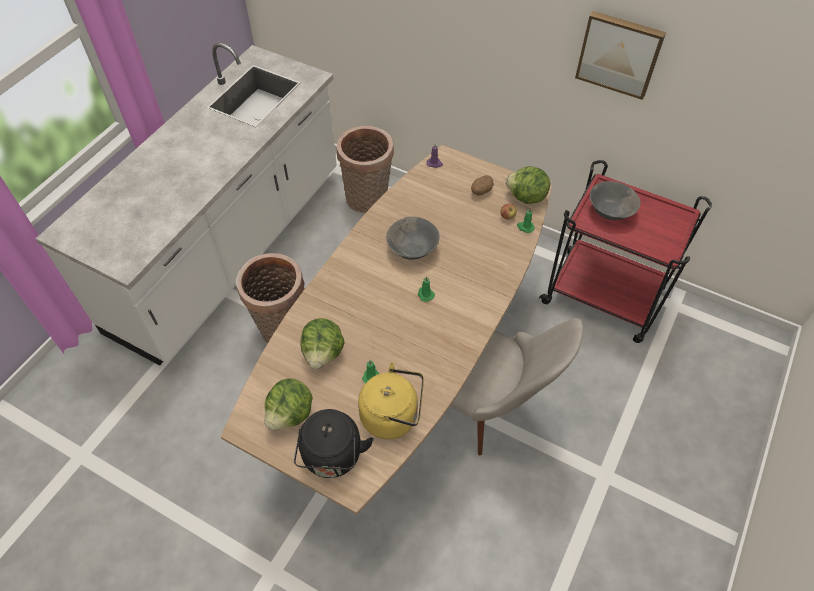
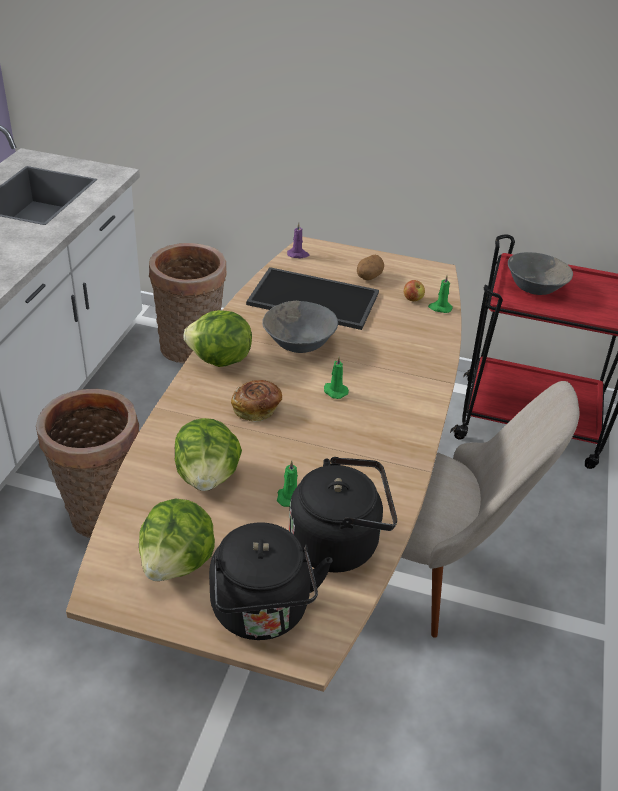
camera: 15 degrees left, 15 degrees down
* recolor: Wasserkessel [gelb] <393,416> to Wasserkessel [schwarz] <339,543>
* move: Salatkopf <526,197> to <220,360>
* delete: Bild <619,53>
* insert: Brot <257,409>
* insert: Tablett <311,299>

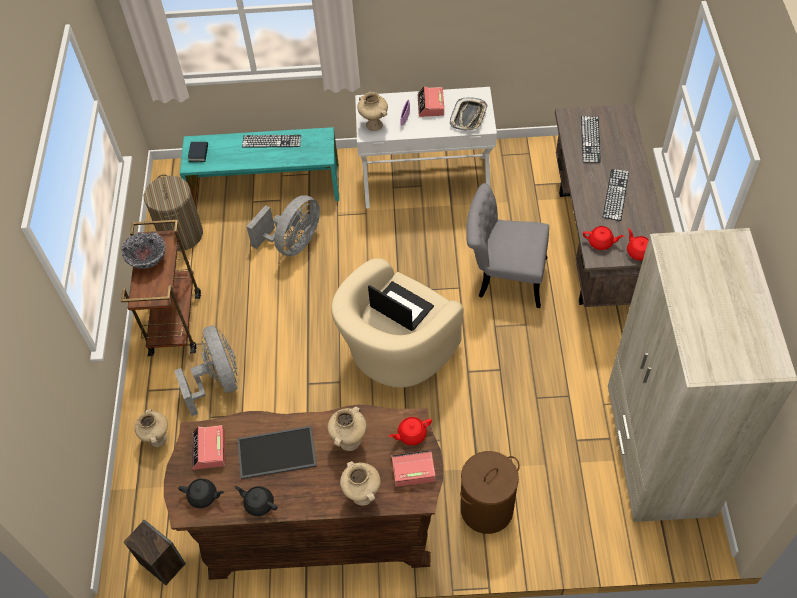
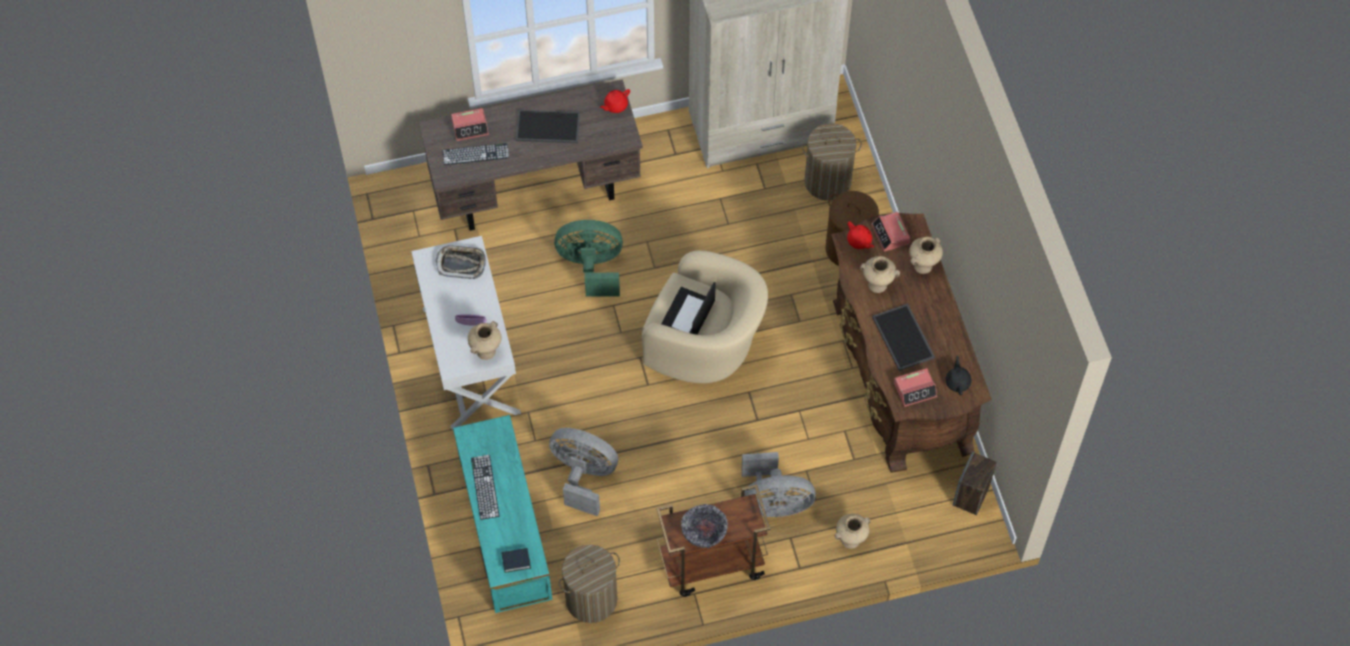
camera: 105 degrees left, 5 degrees up
* rotate: Ventilator [grau] <218,381> = <774,503> 150 degrees counterclockwise
* delete: Teekanne [schwarz] <259,503>
* move: Wecker <431,105> to <470,127>
* replace: Stuhl [grau] <504,277> to Ventilator [grün] <592,267>
* delete: Teekanne [rot] <601,243>
* replace: Tastatur <615,194> to Tablett <547,127>
* insert: Wäschekorb <827,181>

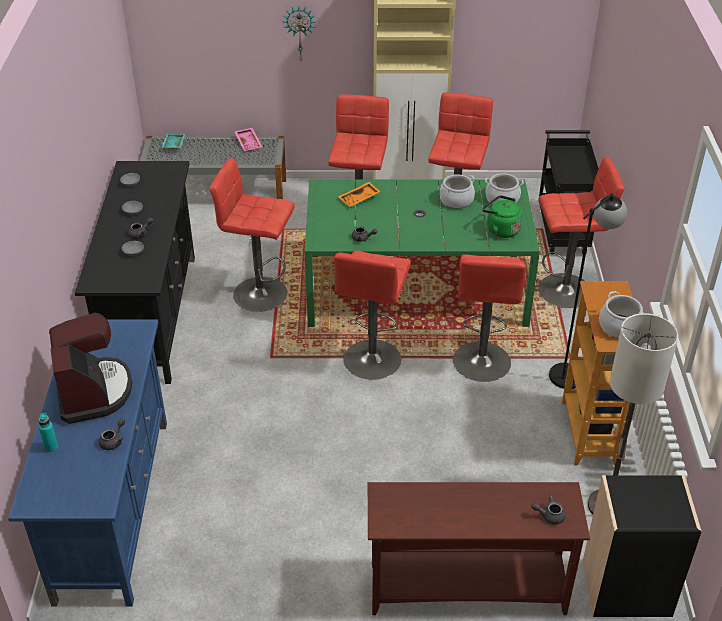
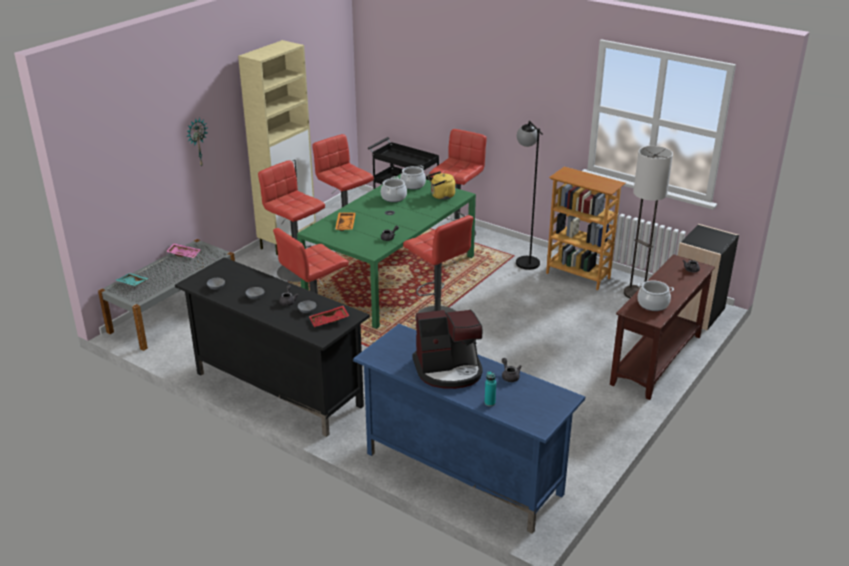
camera: 55 degrees left, 10 degrees down
* rotate: Kaffeemaschine <93,392> = <449,370> 150 degrees clockwise
* delete: Hocker [rot] <481,362>
* recolor: Wasserkessel [grün] <501,230> to Wasserkessel [gelb] <441,196>
* move: Kochtopf <619,327> to <652,304>
* insert: Tablett [rot] <329,321>

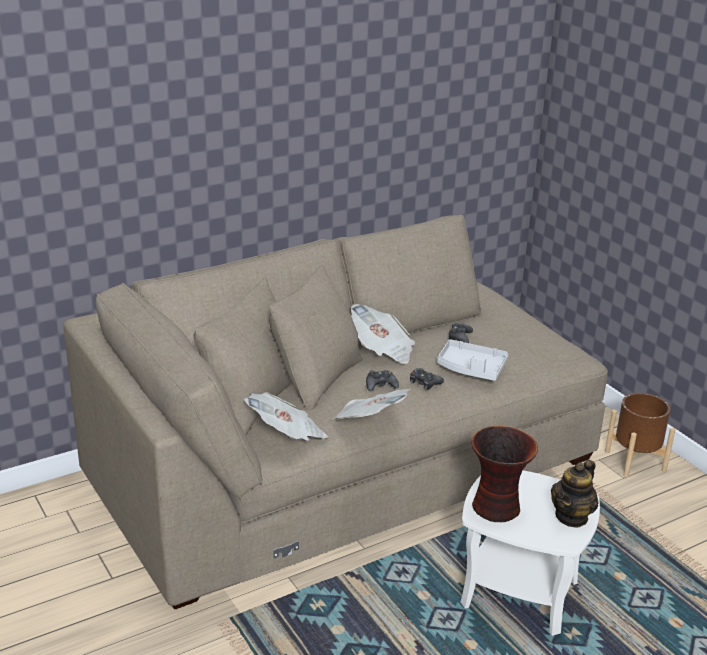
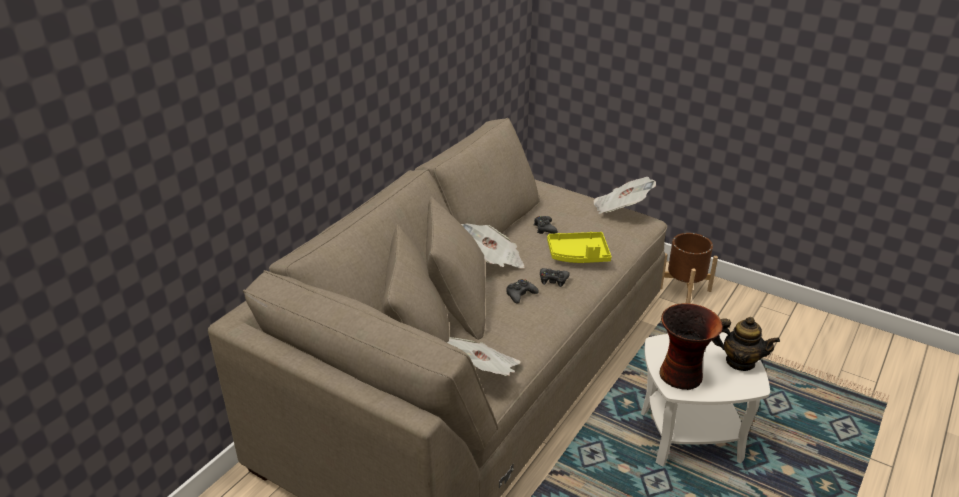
camera: 25 degrees left, 5 degrees up
* move: Zeitung <369,421> to <621,209>
* recolor: Tablett [grau] <471,368> to Tablett [gelb] <578,255>
* rotate: Teekanne <572,517> = <740,362> 75 degrees counterclockwise

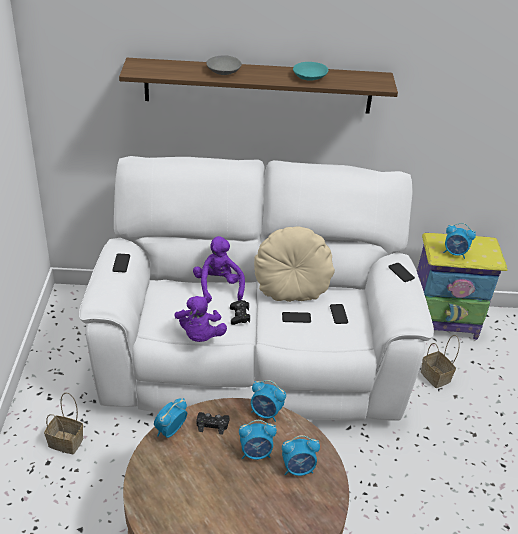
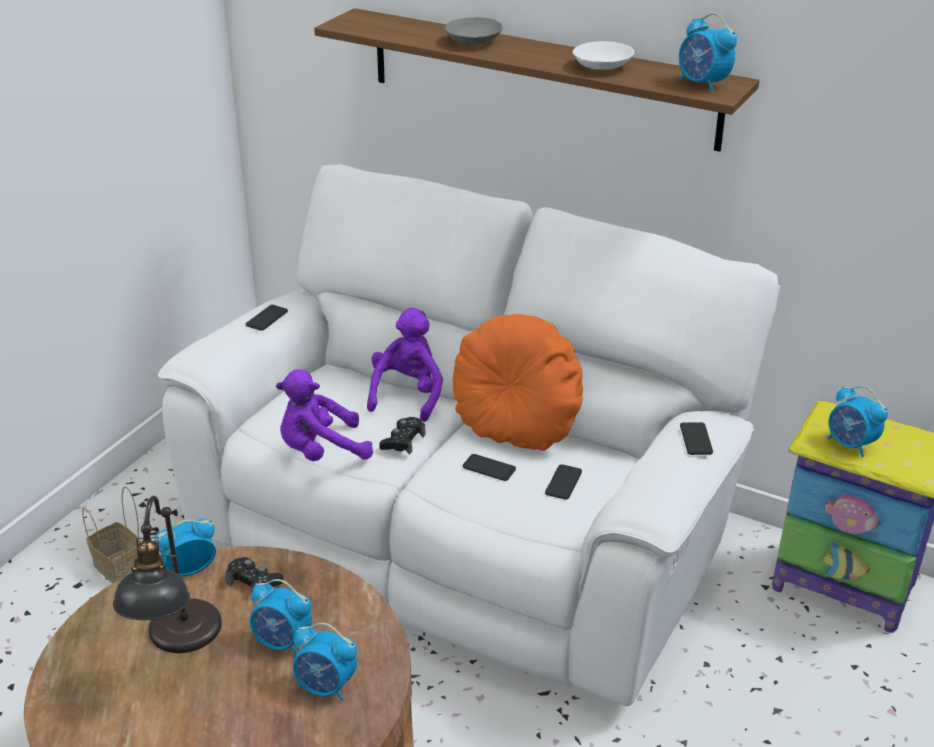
camera: 30 degrees right, 5 degrees down
* rotate: Plüschtier [lila] <200,336> = <321,451> 45 degrees clockwise
* move: Wecker <266,413> to <703,84>
* recolor: Kissen [beige] <291,292> to Kissen [orange] <516,432>
* recolor: Schüssel [türkis] <309,77> to Schüssel [weiß] <601,66>
* delete: Korb <436,377>
* insert: Tischlampe [grau] <178,650>

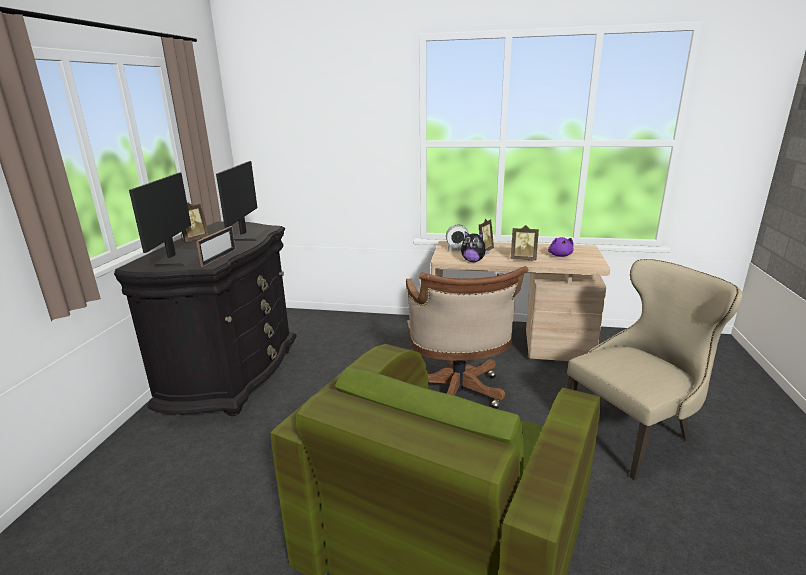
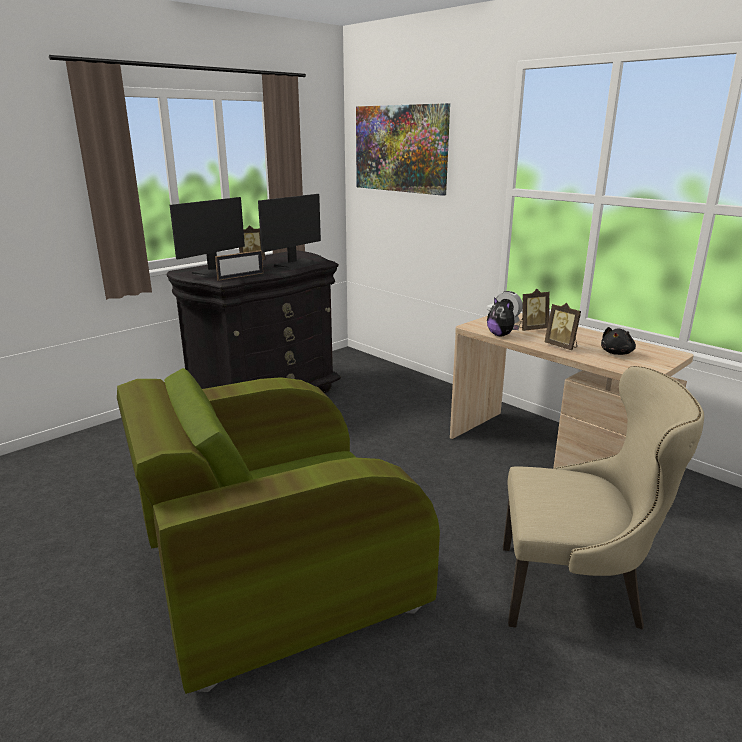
camera: 35 degrees right, 0 degrees up
* delete: Bürostuhl <459,393>
* recolor: Plüschtier [lila] <560,255> to Plüschtier [schwarz] <617,353>
* insert: Bild <400,149>

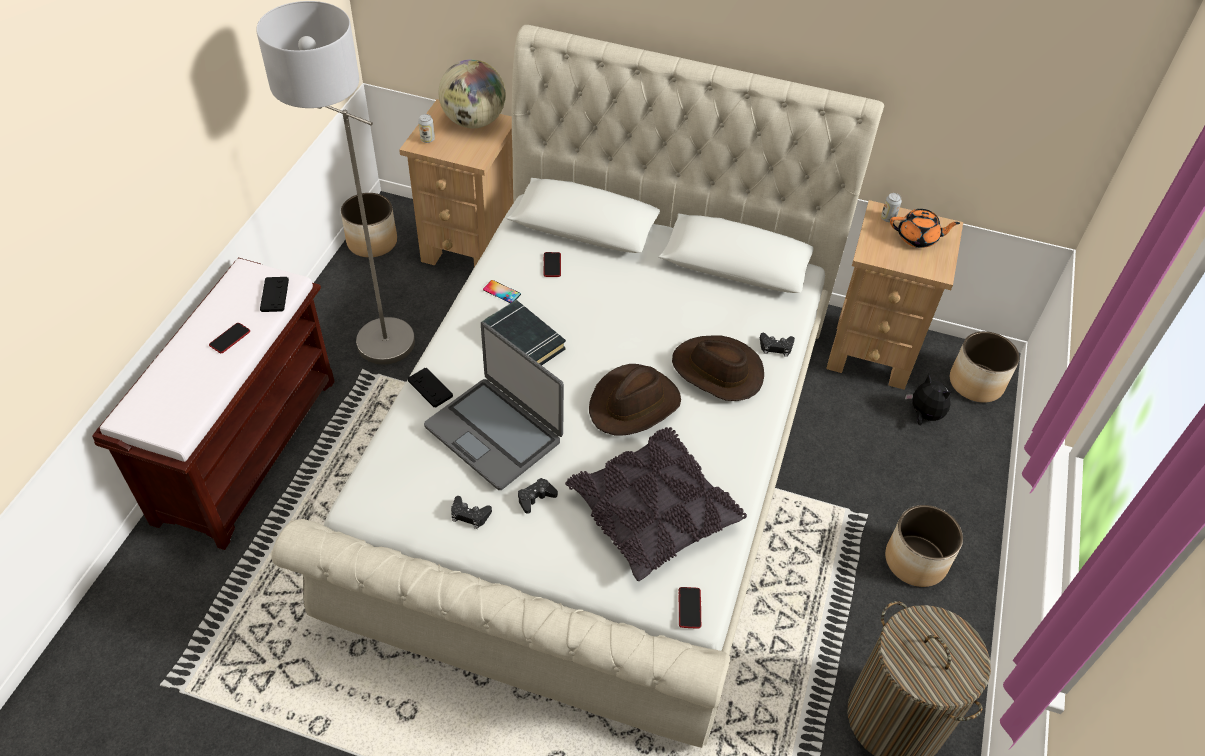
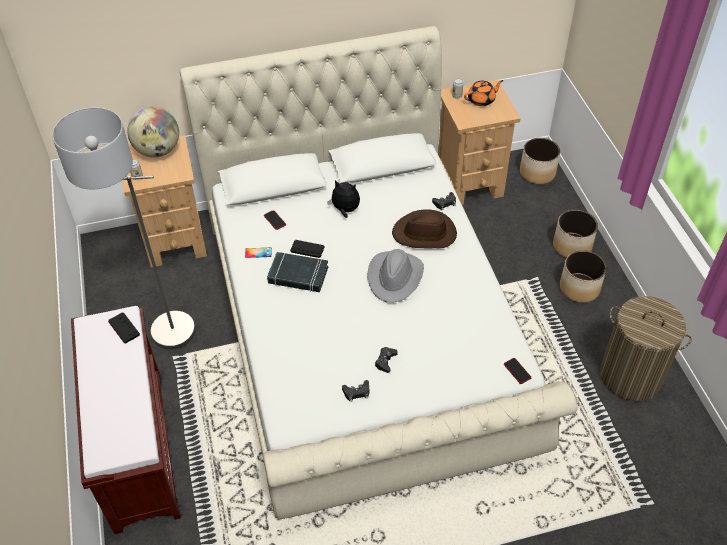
camera: 30 degrees left, 0 degrees up
* delete: Handy <230,338>
* move: Pflanzkübel <372,241> to <571,246>
* move: Gamepad [schwarz] <430,388> to <307,249>
* delete: Laptop <494,433>
* delete: Kissen [schwarz] <653,511>
* recolor: Hut [braun] <634,404> to Hut [grau] <395,277>
* move: Plüschtier <923,415> to <345,210>

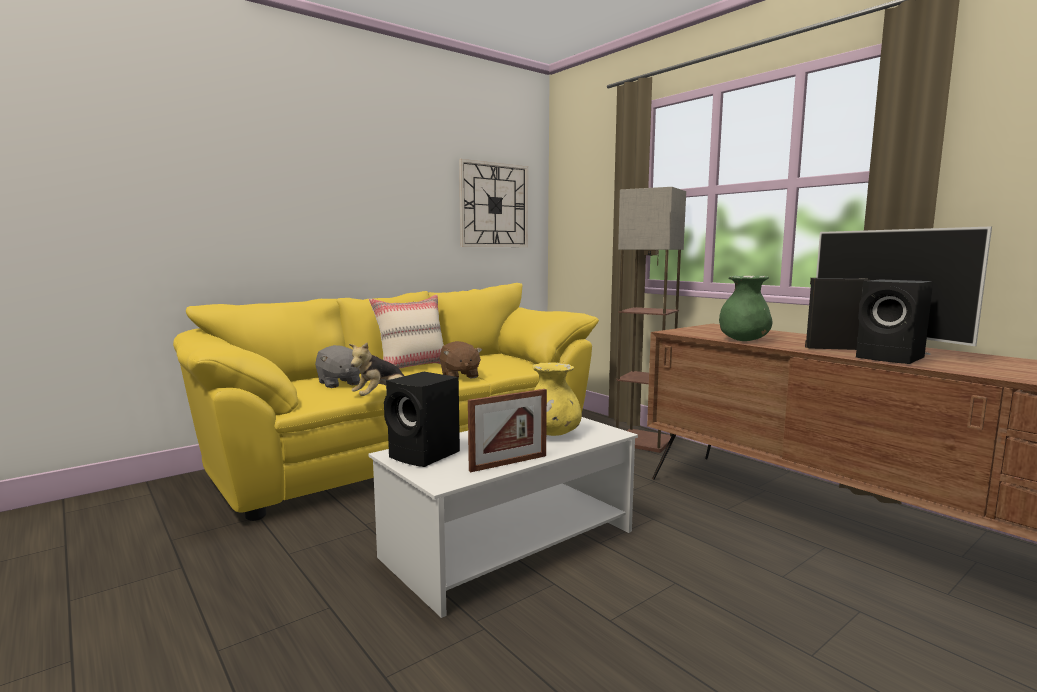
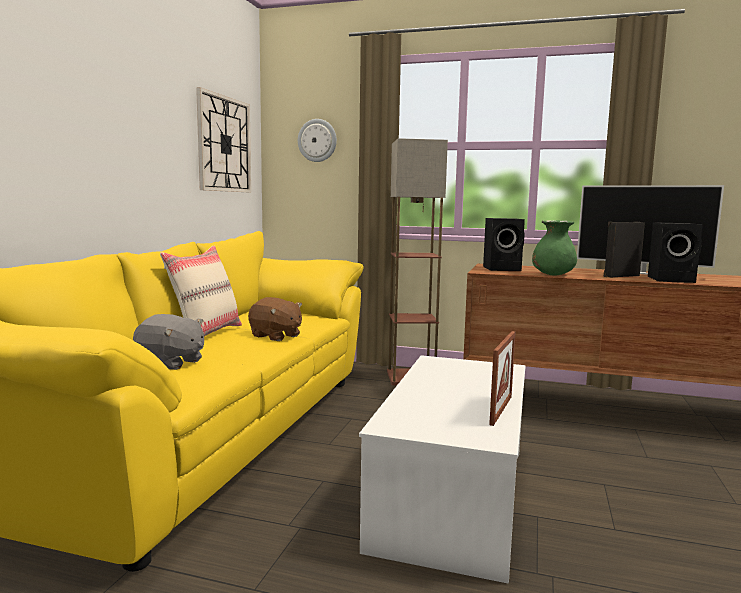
camera: 35 degrees left, 0 degrees up
* delete: Plüschtier <381,397>
* move: Lautsprecher [schwarz] <425,455> to <503,269>
* delete: Vase [gelb] <553,434>
* insert: Wanduhr <317,140>

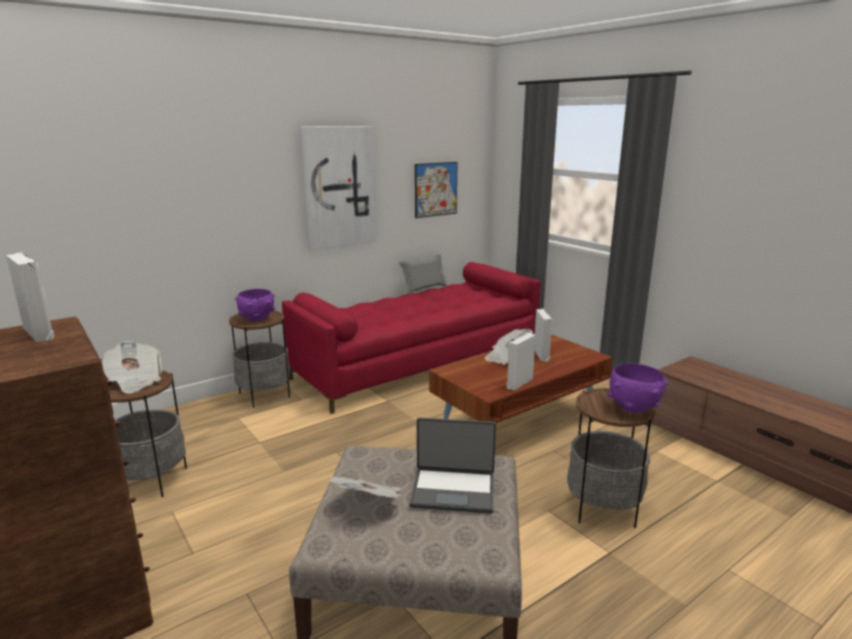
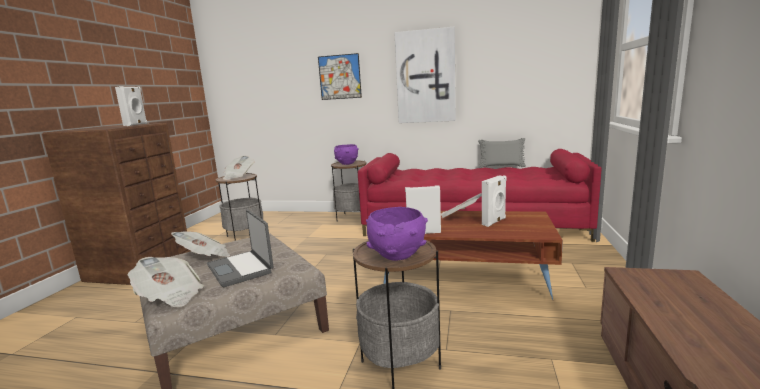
camera: 50 degrees right, 5 degrees down
* move: Bild <436,189> to <339,77>
* insert: Zeitung <170,296>

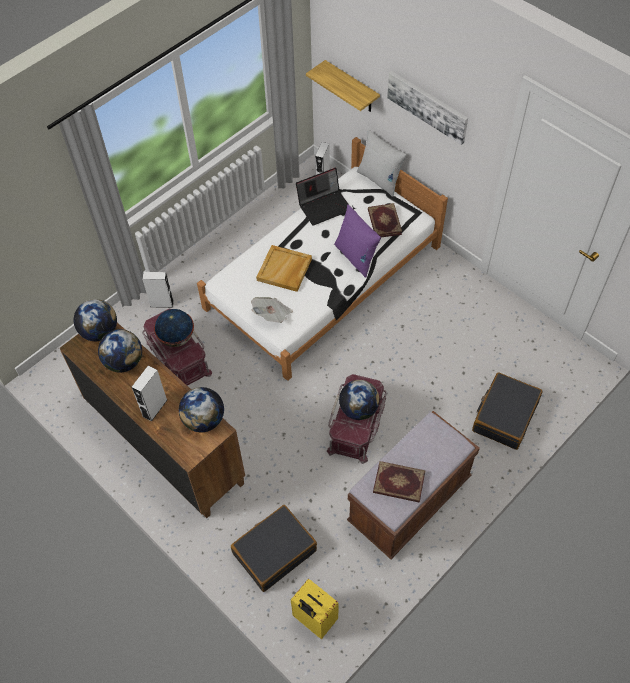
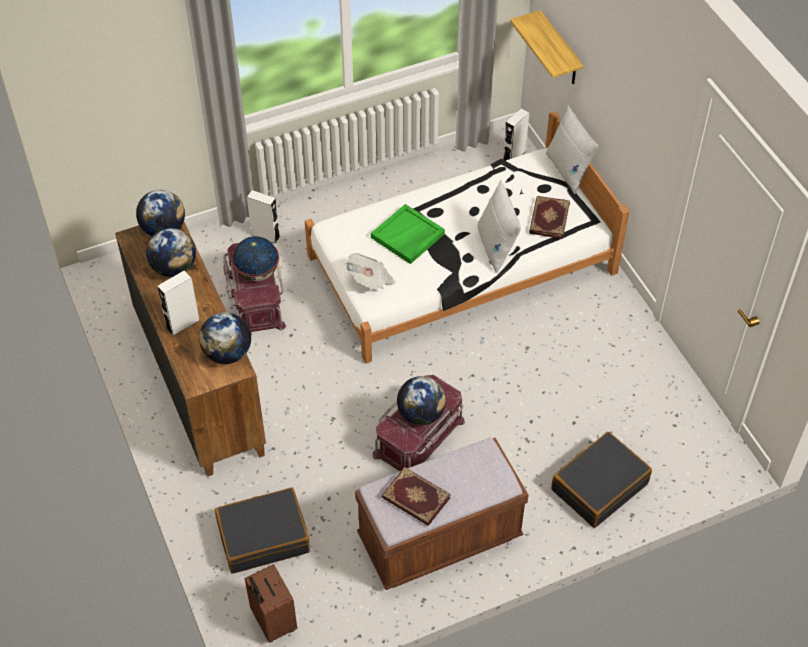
camera: 20 degrees right, 5 degrees down
* recolor: Tablett [beige] <284,270> to Tablett [grün] <407,236>
* recolor: Koffer [gelb] <314,619> to Koffer [braun] <272,622>
* delete: Laptop <324,205>
* recolor: Kissen [lila] <356,257> to Kissen [grau] <496,247>
* delete: Bild <427,106>

